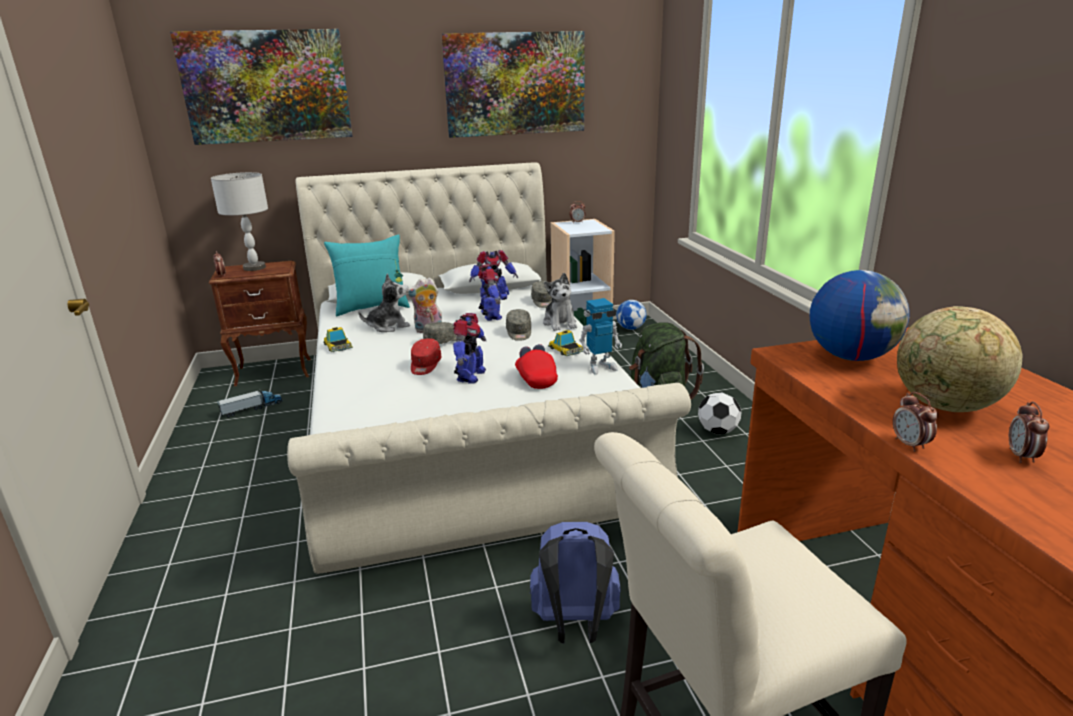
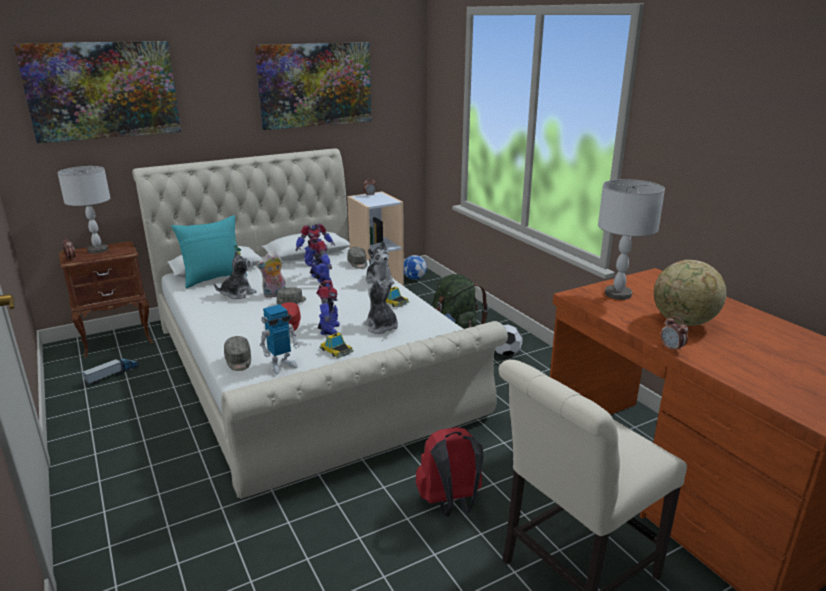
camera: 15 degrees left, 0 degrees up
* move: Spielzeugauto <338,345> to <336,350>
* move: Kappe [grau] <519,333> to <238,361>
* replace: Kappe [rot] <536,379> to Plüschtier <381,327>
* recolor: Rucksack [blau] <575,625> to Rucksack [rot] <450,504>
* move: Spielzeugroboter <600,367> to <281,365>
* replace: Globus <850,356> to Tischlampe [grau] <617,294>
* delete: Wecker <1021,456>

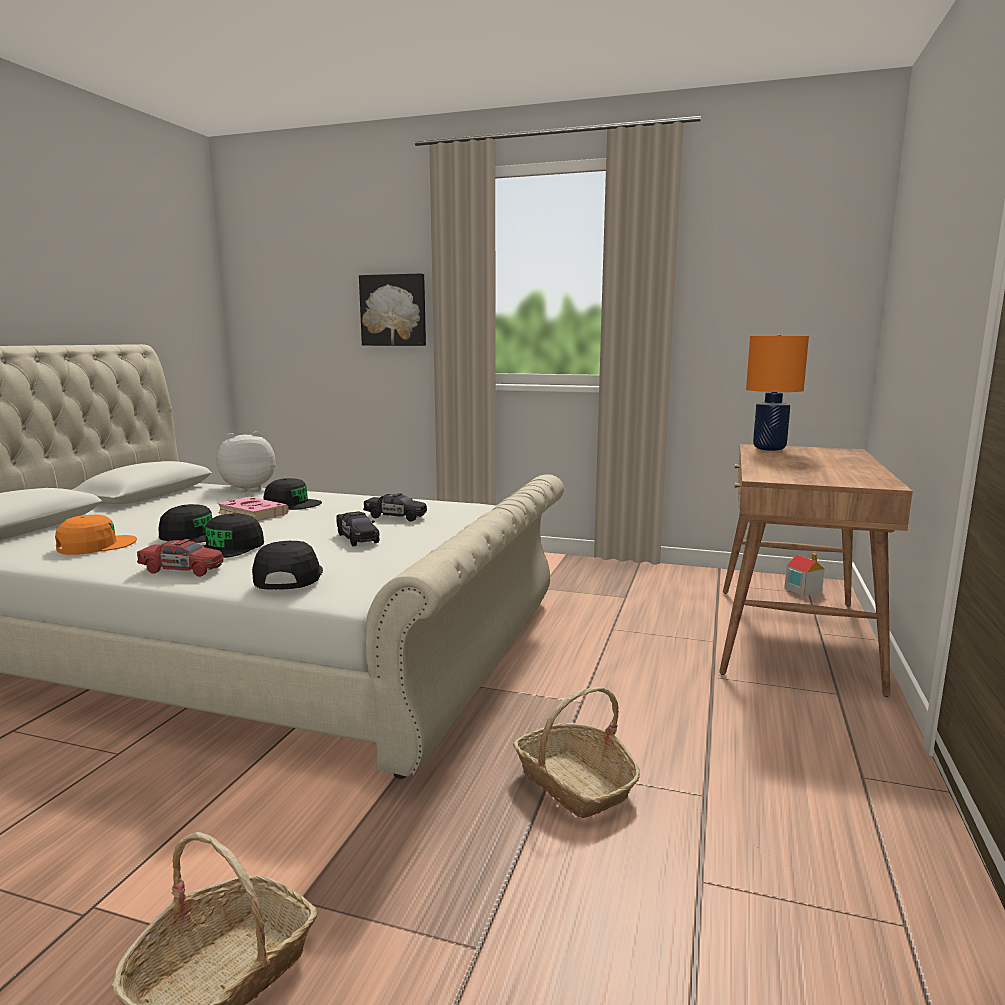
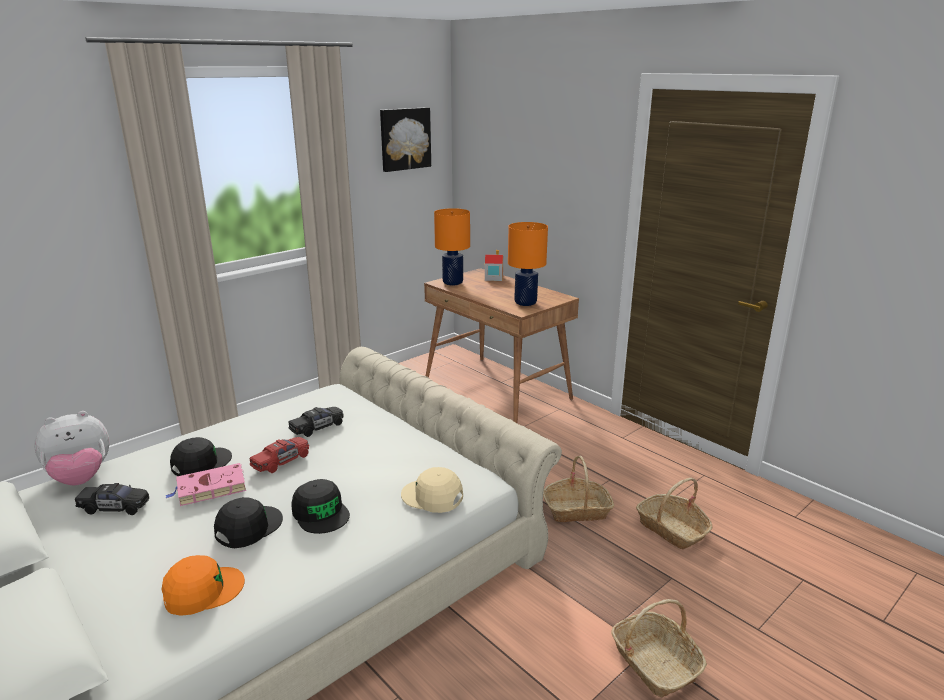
camera: 60 degrees left, 10 degrees up
* rotate: Kappe [orange] <95,545> = <203,590> 75 degrees clockwise
* move: Spielzeugauto [rot] <182,570> to <281,461>
* rotate: Plüschtier <247,489> = <81,478> 120 degrees counterclockwise
* recolor: Kappe [schwarz] <288,576> to Kappe [beige] <432,496>
* move: Spielzeugauto [schwarz] <357,538> to <115,507>
* move: Bild <394,310> to <404,139>
* move: Spielzeughaus <802,590> to <493,278>
* insert: Tischlampe [orange] <525,304>
* insert: Korb <672,529>

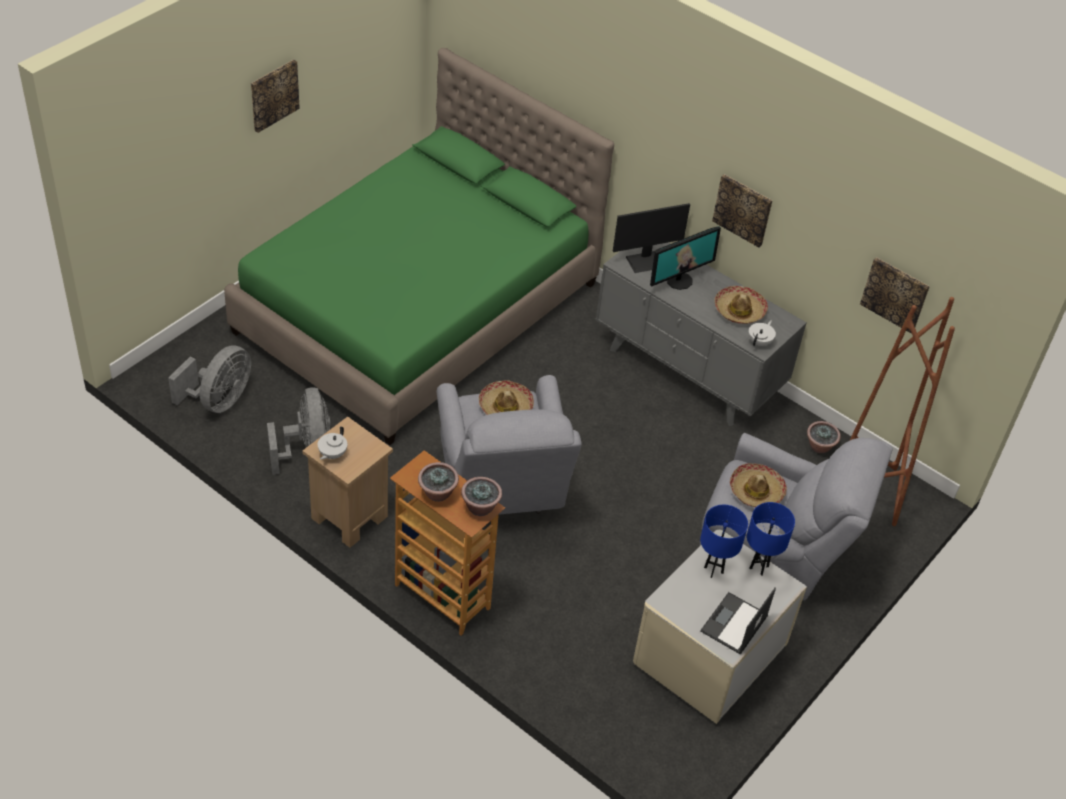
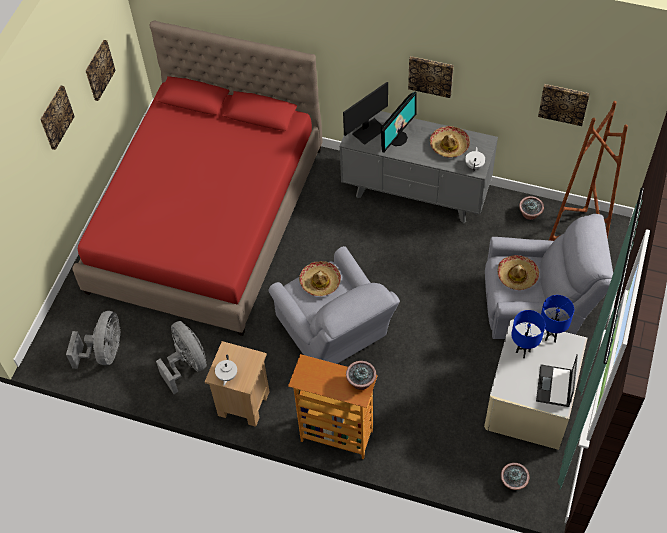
camera: 15 degrees left, 10 degrees up
* recolor: Bett [grün] <418,308> to Bett [rot] <208,218>
* move: Topfpflanze <437,494> to <513,482>
* insert: Bild <99,70>

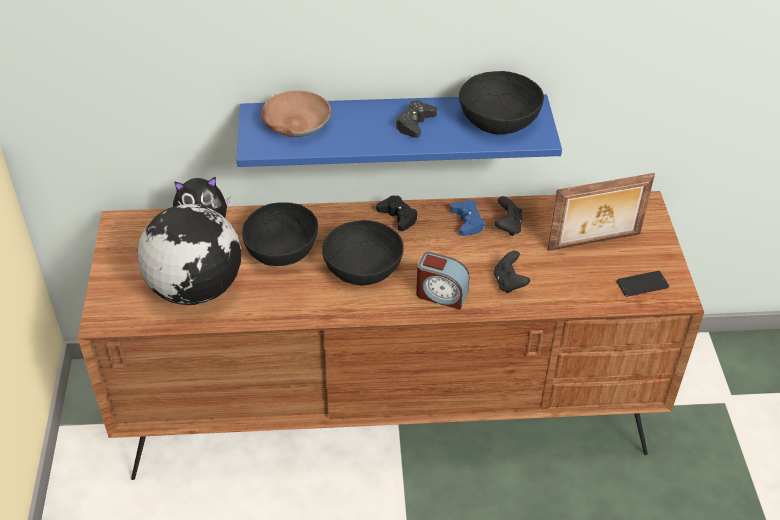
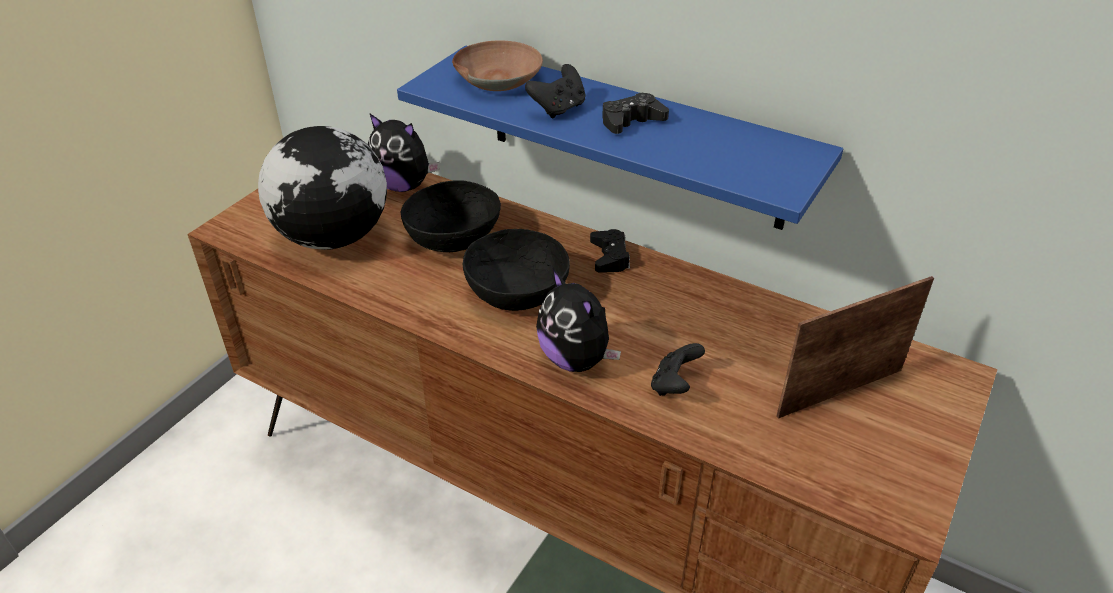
camera: 35 degrees right, 5 degrees down
* replace: Wecker <441,294> to Plüschtier <576,359>
* delete: Gamepad [blau] <467,222>
* delete: Schüssel [schwarz] <498,120>
* move: Gamepad [schwarz] <507,226> to <558,109>
* rotate: Bilderrahmen <594,243> = <838,390> 135 degrees clockwise
* delete: Handy <642,284>

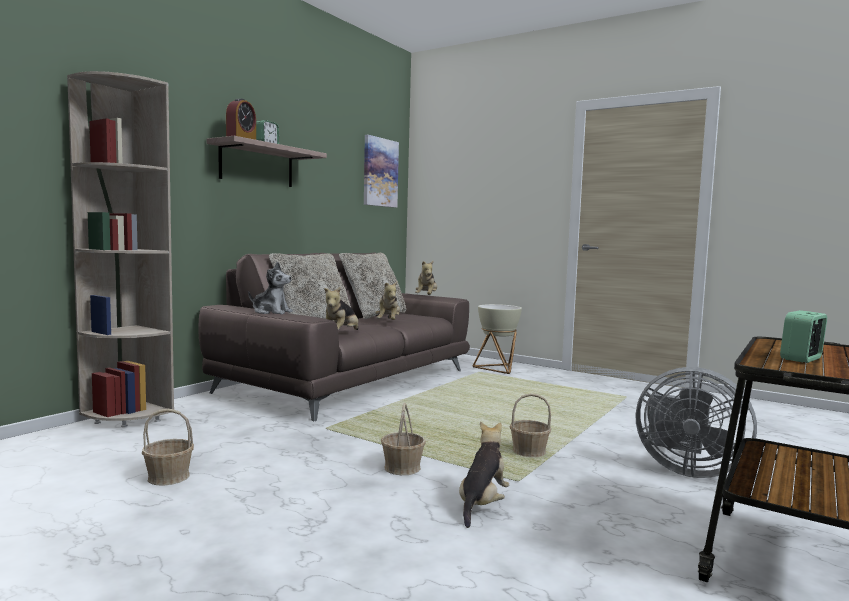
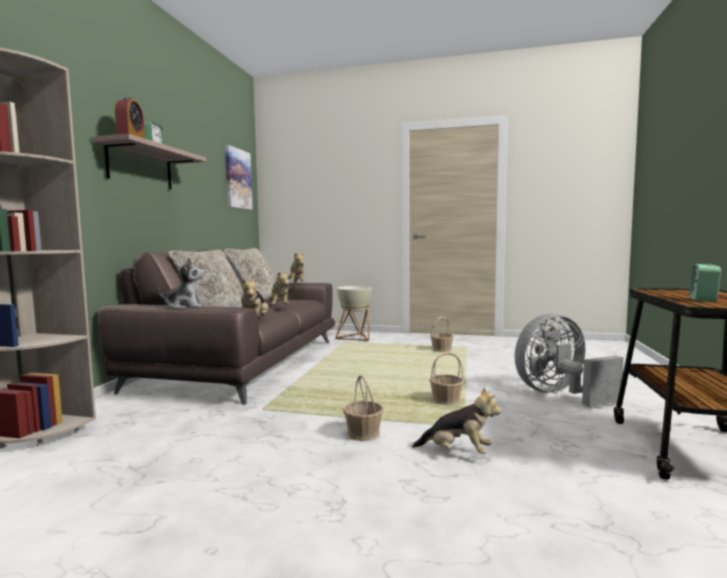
camera: 20 degrees left, 0 degrees up
* move: Korb <169,477> to <441,350>
* rotate: Plüschtier <482,504> = <457,452> 105 degrees clockwise
* rotate: Ventilator [grau] <686,469> = <559,394> 150 degrees clockwise

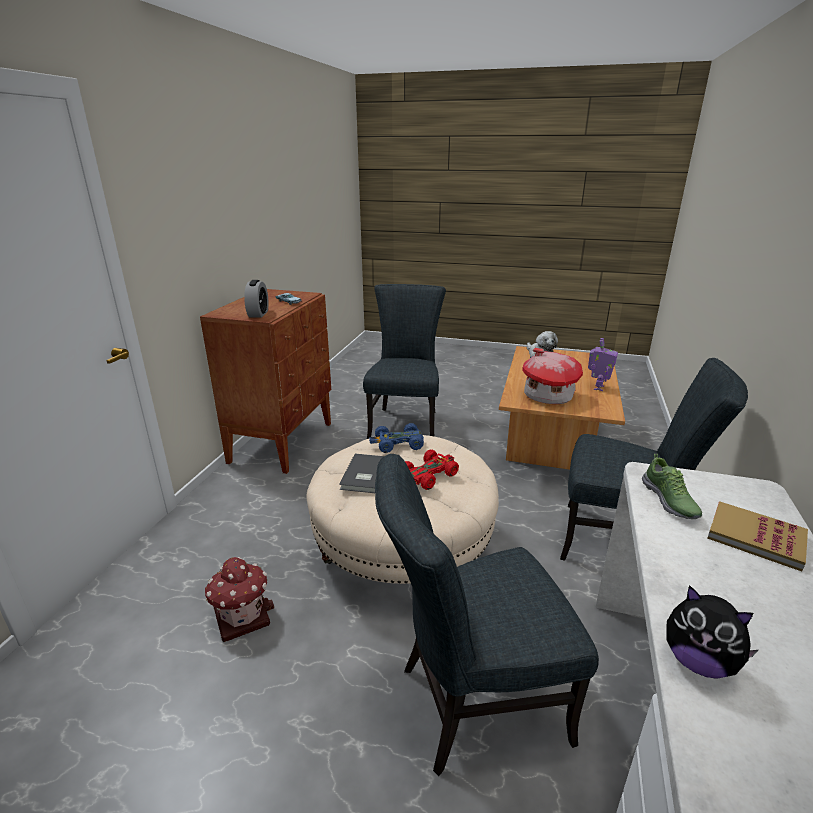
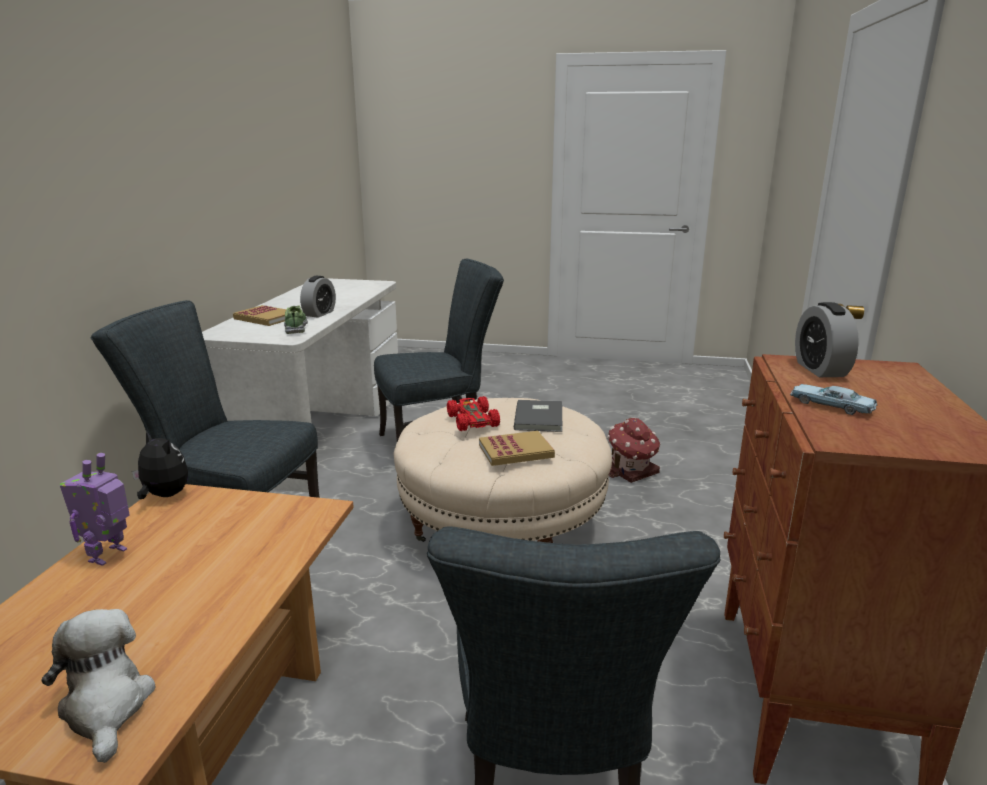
camera: 175 degrees right, 5 degrees down
* replace: Spielzeugauto [blau] <397,444> to Buch <516,451>
* rotate: Spielzeugauto [rot] <429,475> = <472,420> 120 degrees clockwise
* delete: Spielzeughaus <547,396>
* move: Plüschtier <698,661> to <164,496>
* insert: Wecker <319,313>

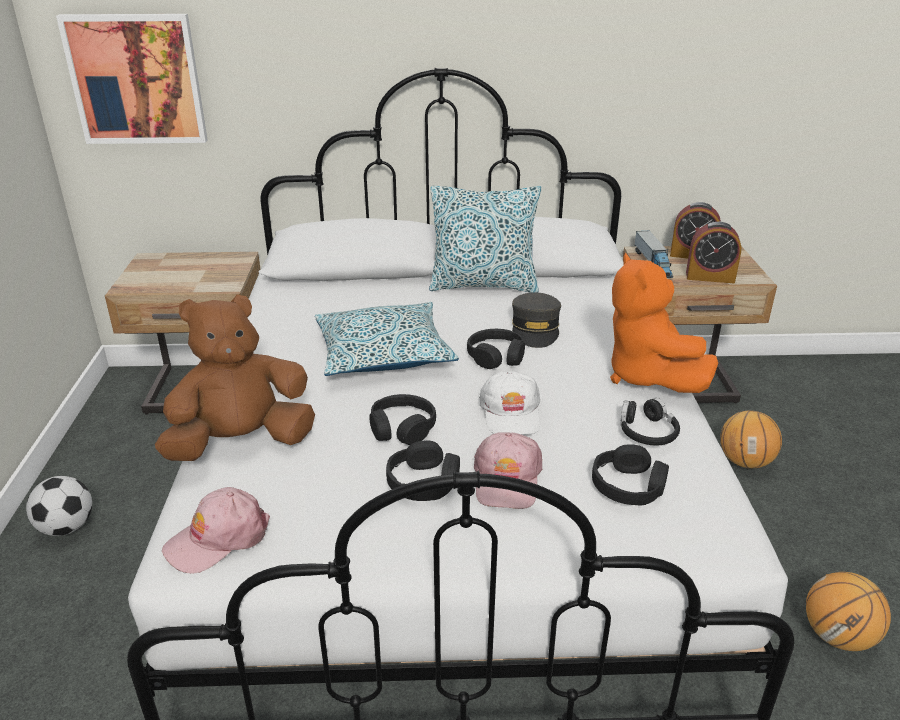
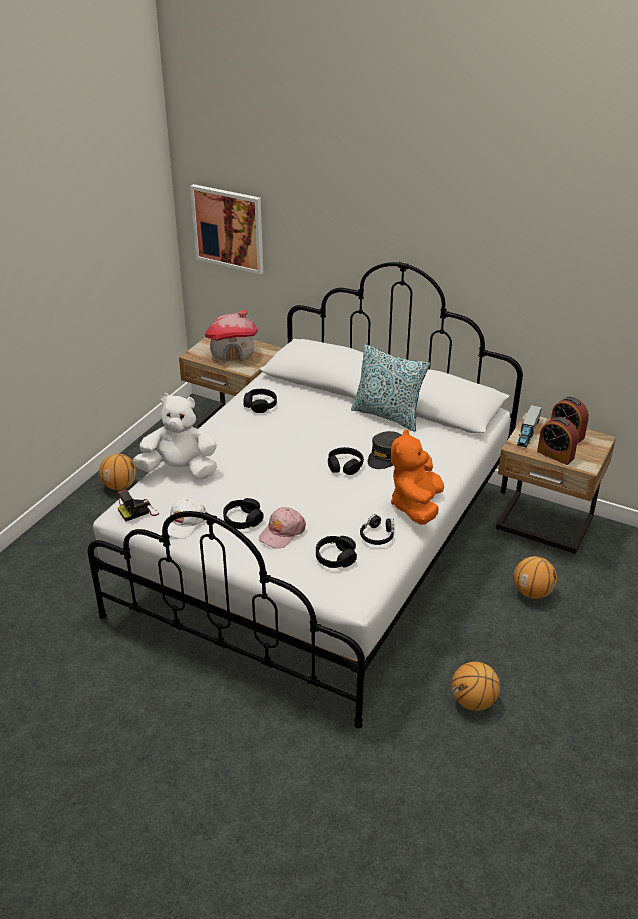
camera: 30 degrees right, 5 degrees up
* replace: Fußball <66,527> to Basketball <120,486>
* recolor: Plüschtier [braun] <242,443> to Plüschtier [weiß] <180,470>
* replace: Kappe [rosa] <218,539> to Kamera <138,511>
* delete: Kissen <384,354>
* move: Kopfhörer [schwarz] <402,428> to <260,405>
* move: Kappe [weiß] <511,413> to <184,523>
* insert: Spielzeughaus <233,353>

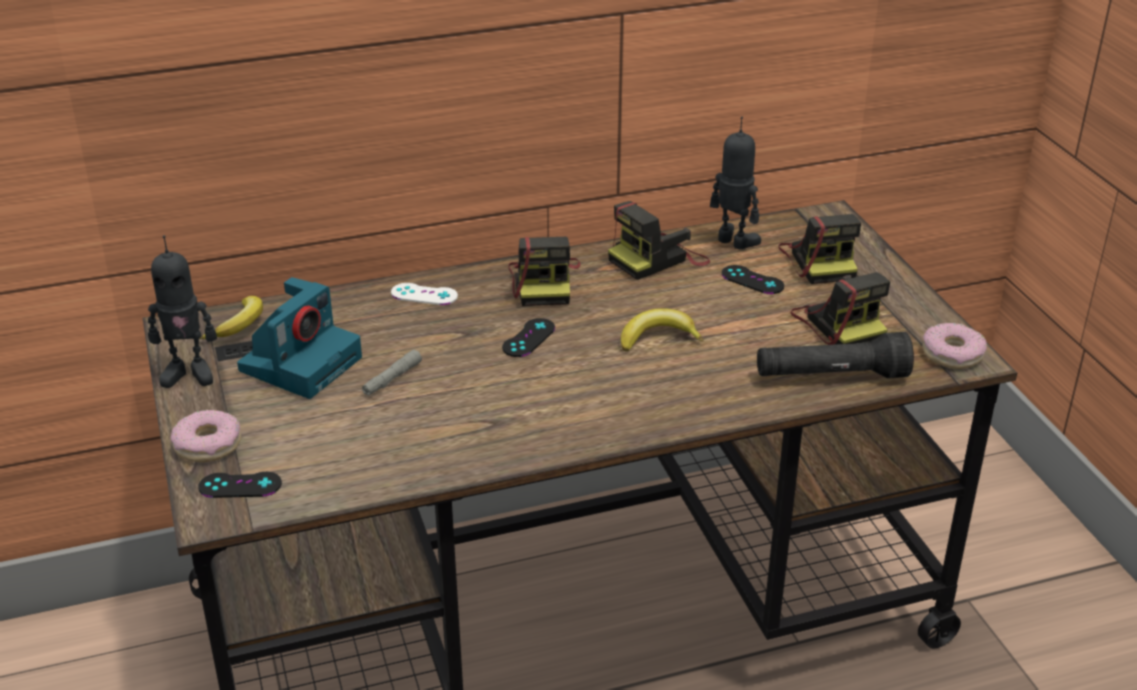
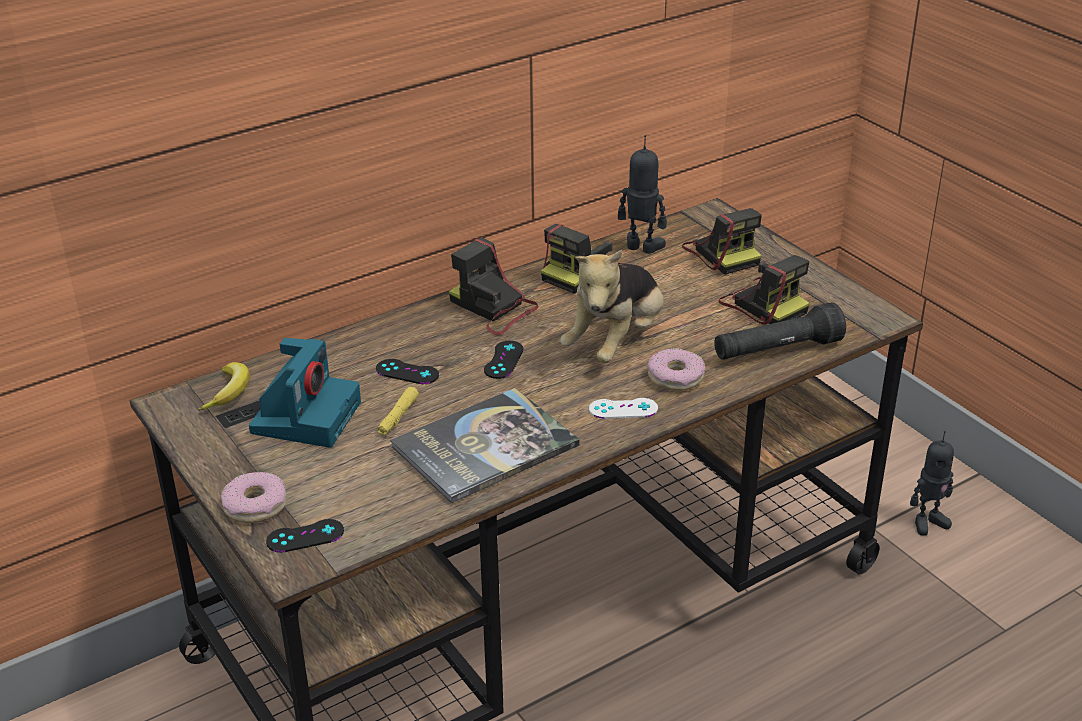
camera: 15 degrees left, 0 degrees up
* move: Spielzeugroboter <188,374> to <928,522>
* recolor: Taschenlampe [grau] <392,379> to Taschenlampe [gelb] <398,417>
* move: Gamepad [weiß] <424,294> to <623,409>
* rotate: Kamera <544,282> = <493,308> 150 degrees clockwise
* replace: Banane <658,338> to Plüschtier <616,341>
* move: Gamepad [schwarz] <752,280> to <407,372>
* move: Donut <952,354> to <675,377>
* insert: Buch <485,446>

